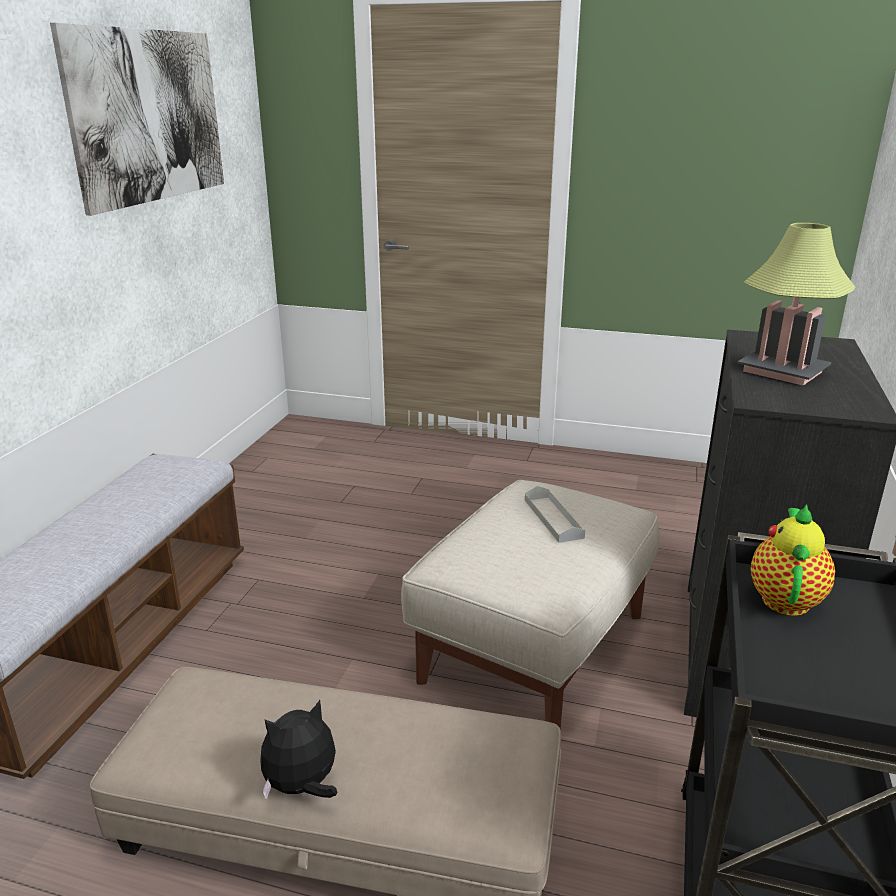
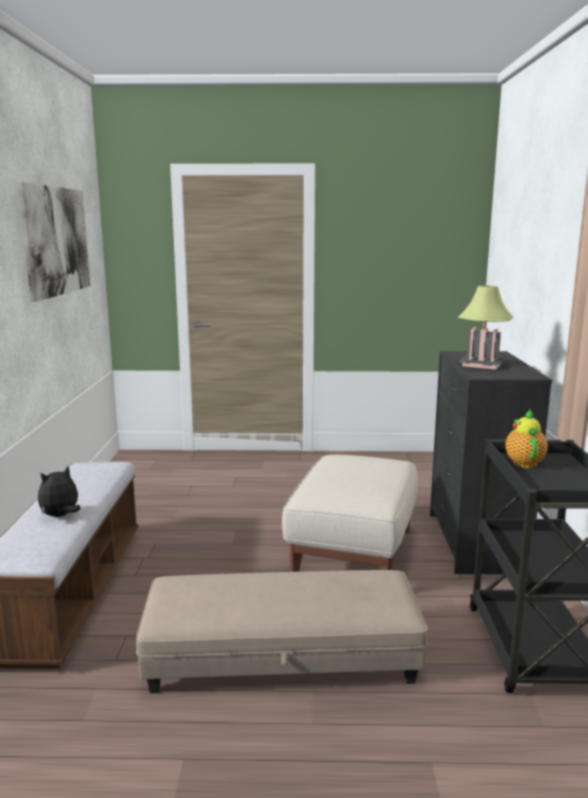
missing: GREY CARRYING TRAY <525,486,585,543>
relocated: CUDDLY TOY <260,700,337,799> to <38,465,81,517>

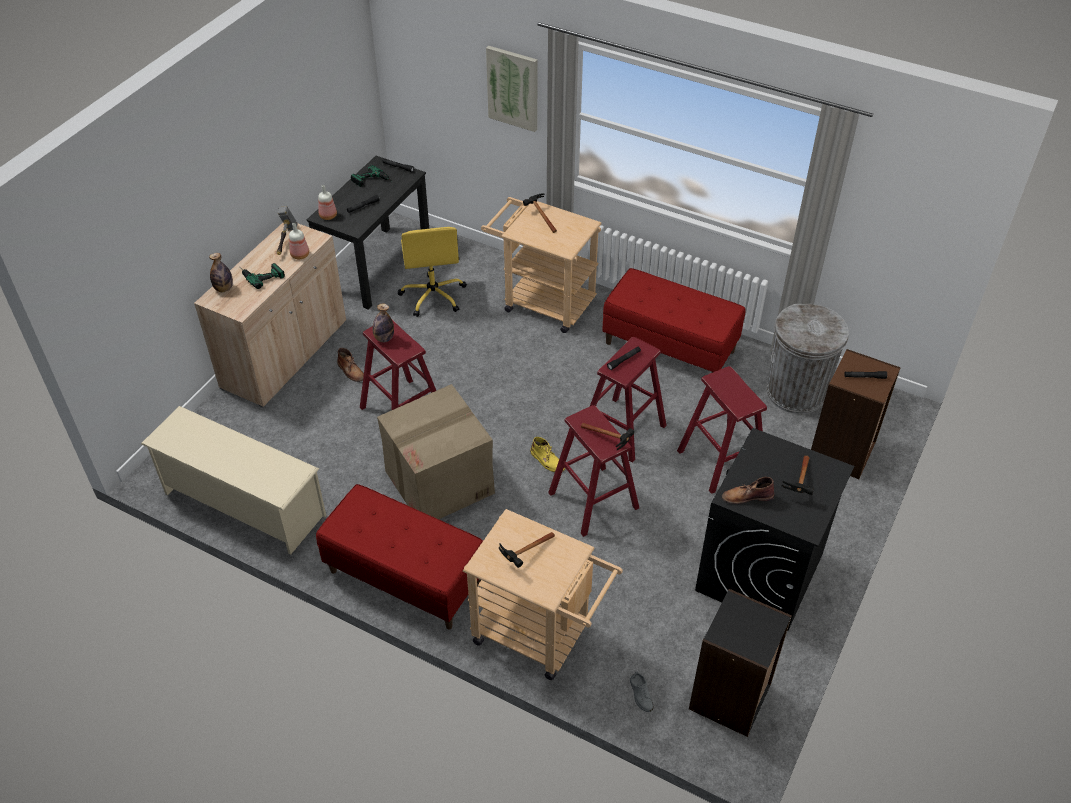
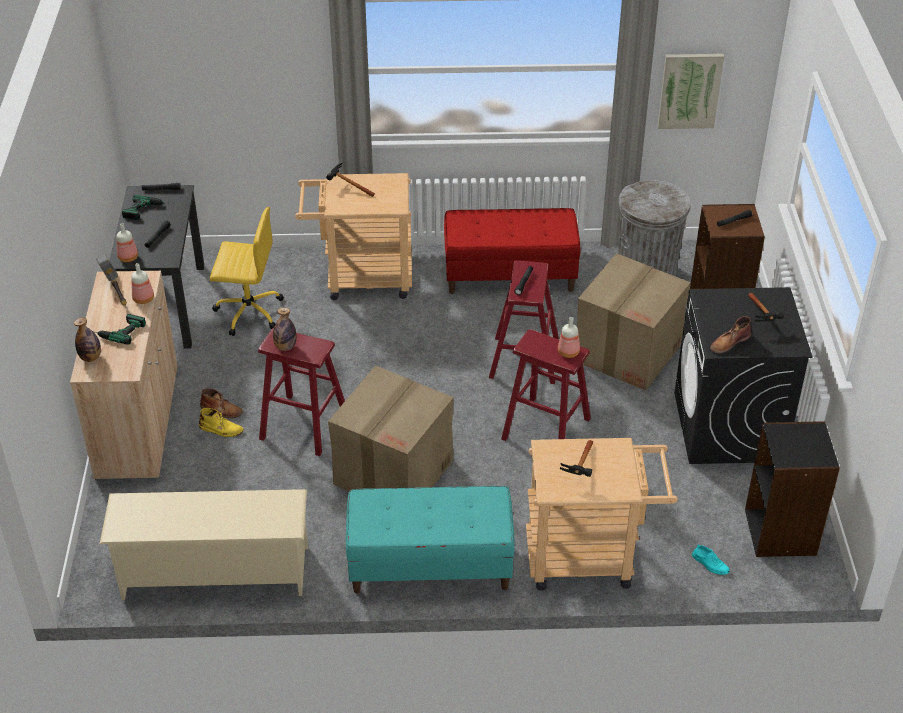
relocated: PICTURE <486,46,537,132> to <658,54,724,129>; YELLOWISH TALL BOOT <530,437,565,472> to <199,408,244,437>
exchanged: TOOL HAMMER <581,423,634,450> to BOTTLE <558,317,580,358>; RED-COLOURED STOOL SEAT <677,366,767,494> to CARDBOARD BOX <577,253,691,391>
colour: RED-COLOURED INDOOR BENCH <316,484,483,630> to TURQUOISE INDOOR BENCH <346,486,514,593>; GREY ITEM OF FOOTWEAR <630,672,653,712> to TURQUOISE ITEM OF FOOTWEAR <692,545,730,575>
spun: YELLOWISH OFFICE CHAIR <397,227,467,317> = <210,207,284,336> 45 degrees counterclockwise

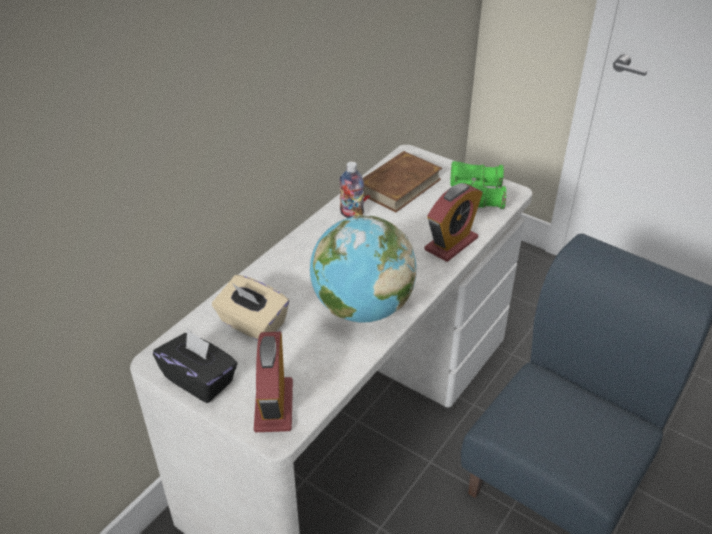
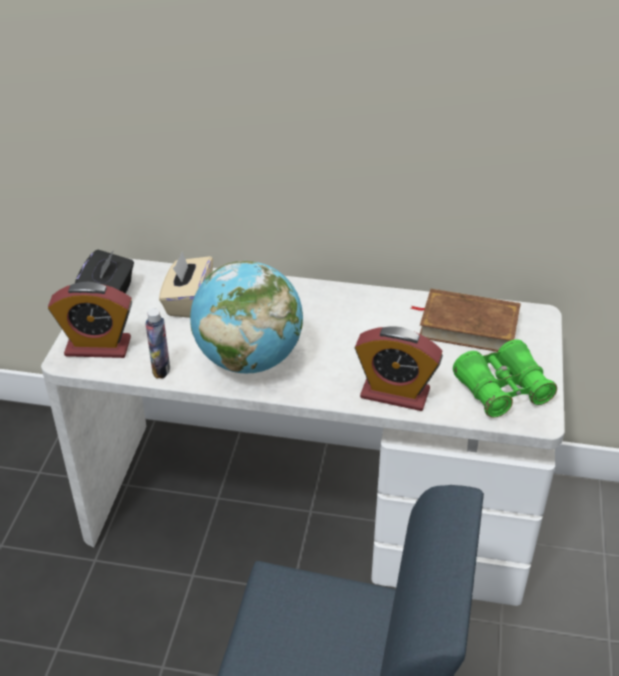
relocated: BOTTLE <339,161,364,218> to <146,308,170,378>
spun: ALARM CLOCK <254,332,293,432> = <48,282,132,358> 150 degrees counterclockwise

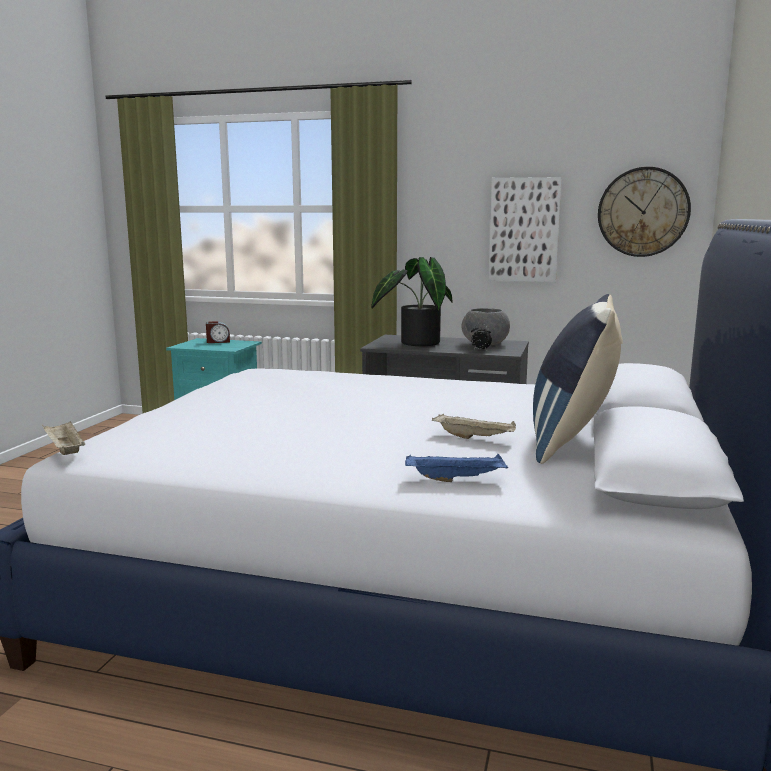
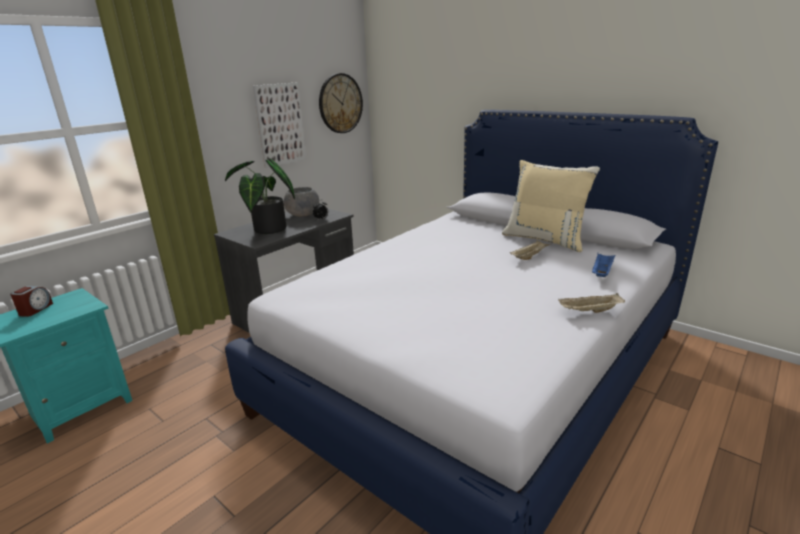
relocated: BEIGE CARRYING TRAY <42,421,85,455> to <558,293,625,313>
colour: BLUE CUSHION <533,294,623,464> to BEIGE CUSHION <502,160,600,252>

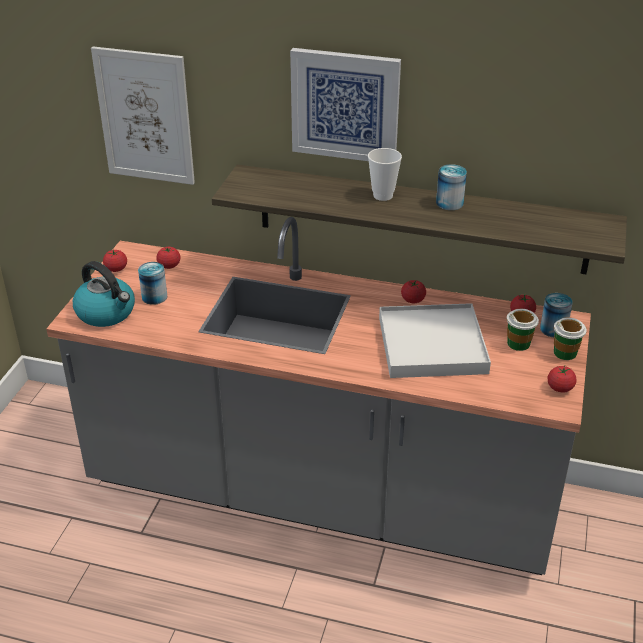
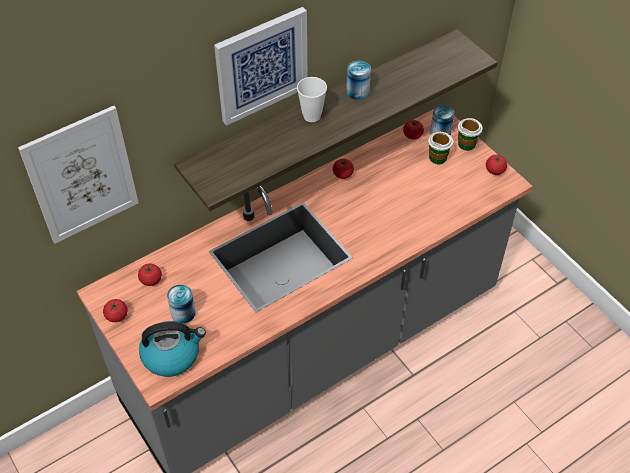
missing: WHITE-COLOURED CARRYING TRAY <379,303,491,378>

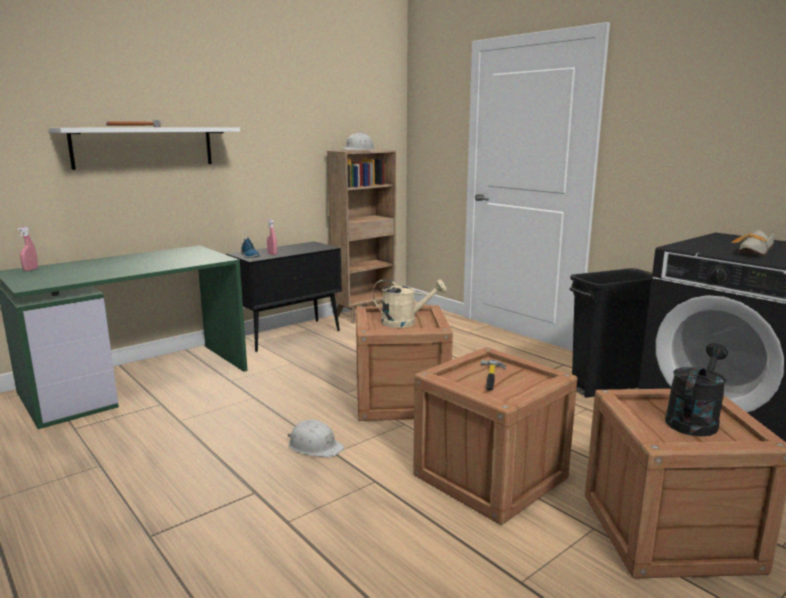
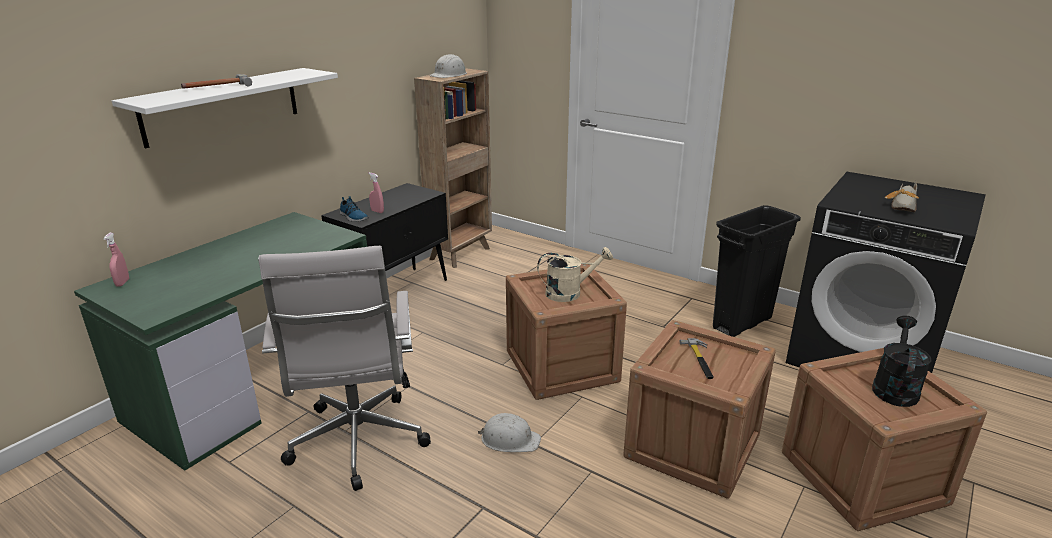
appeared: WHITE-COLOURED OFFICE CHAIR <258,246,431,491>

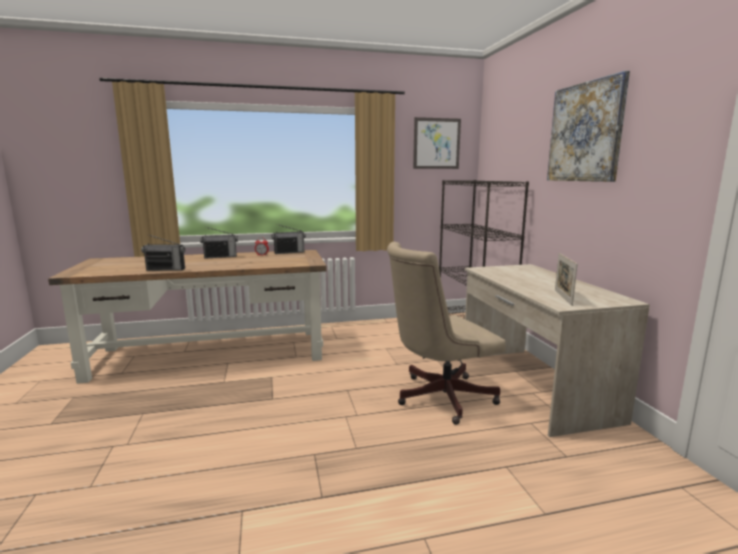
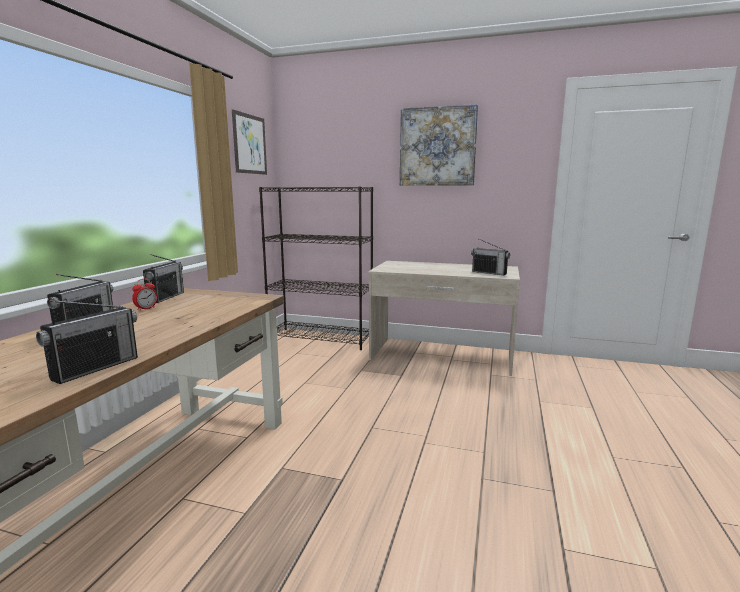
missing: BEIGE OFFICE CHAIR <387,242,506,425>
exchanged: PICTURE FRAME <555,253,578,306> to RADIO RECEIVER <471,239,510,275>

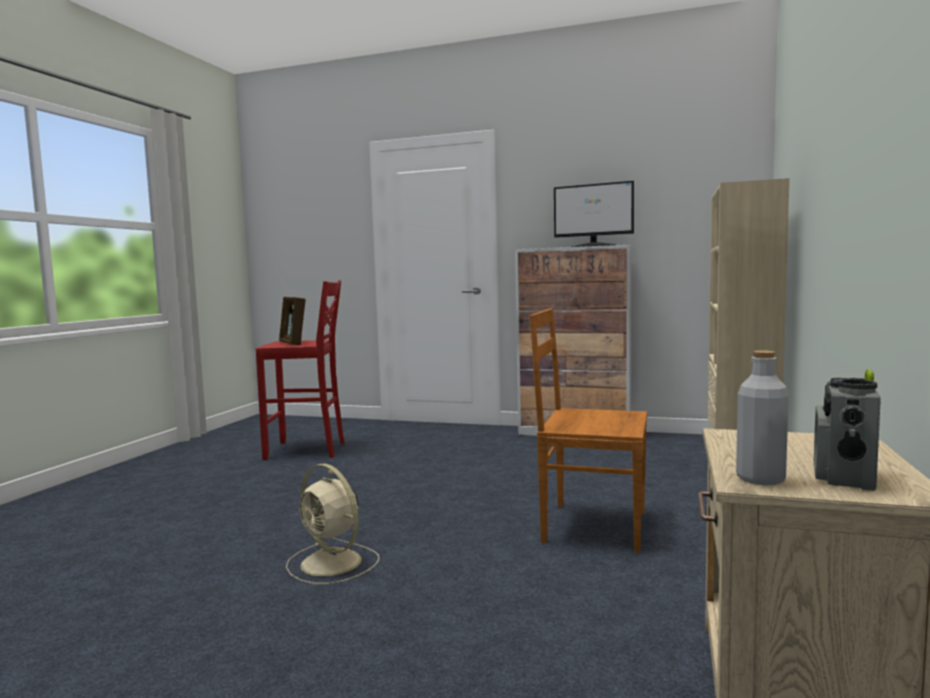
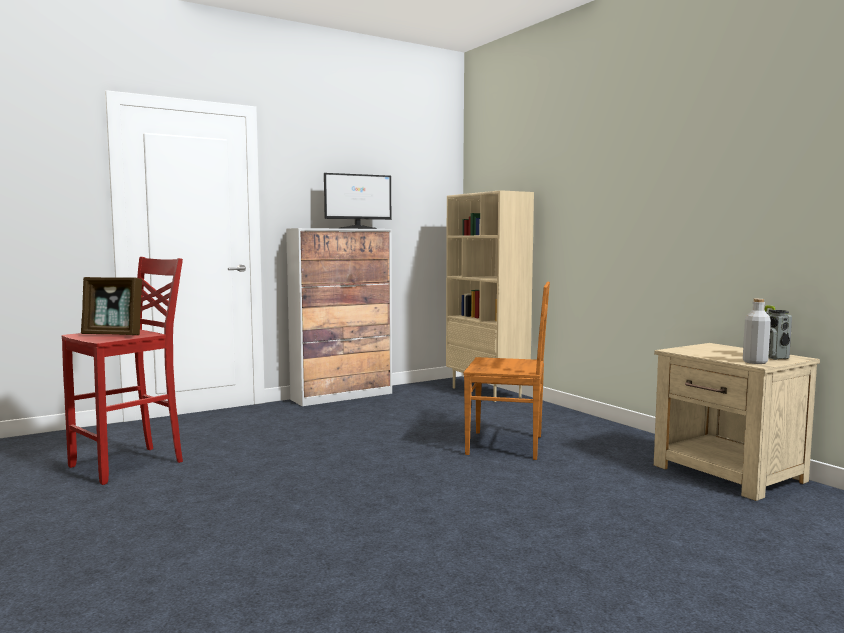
missing: BEIGE ELECTRIC FAN <286,464,379,584>
spun: BROWNISH UPRIGHT CHAIR <530,308,647,553> = <463,282,550,460> 135 degrees counterclockwise

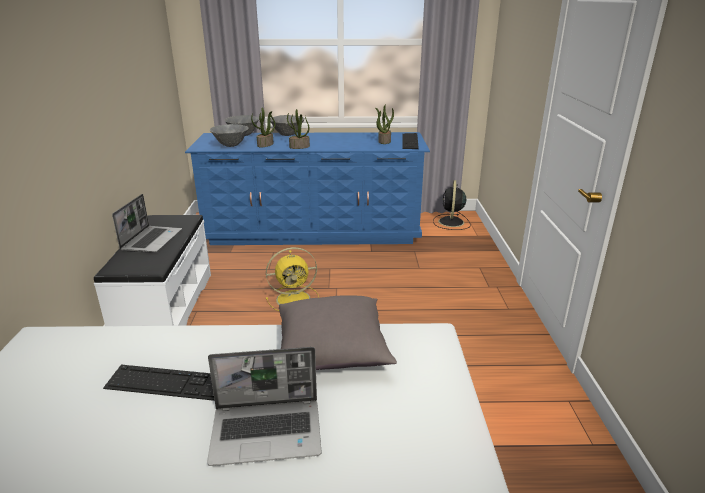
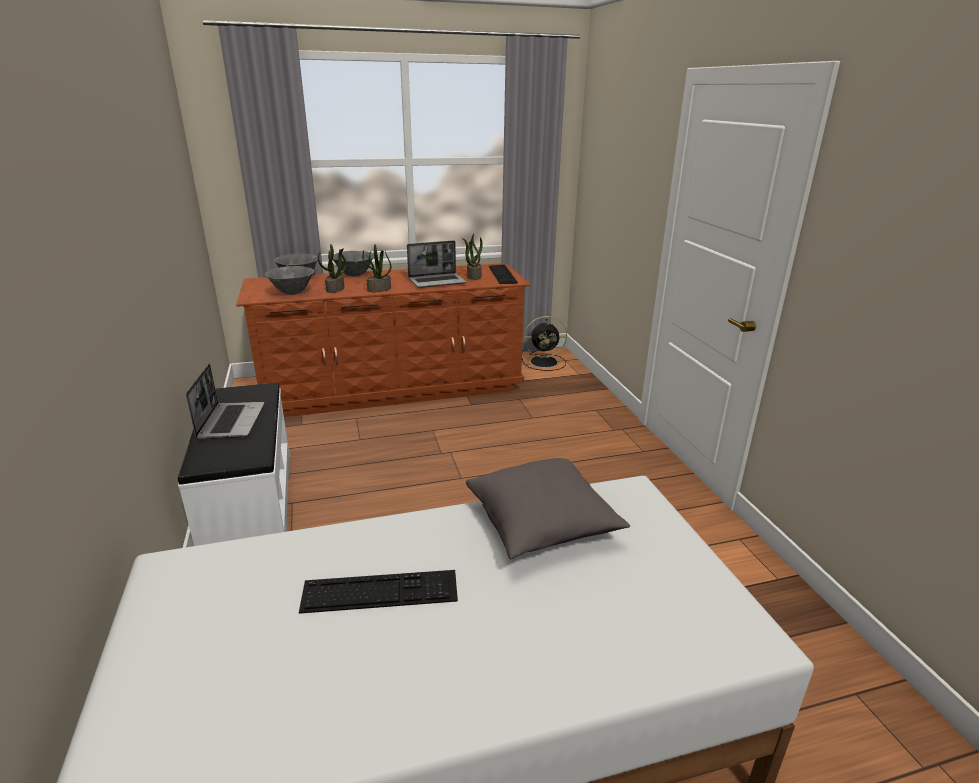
missing: YELLOWISH ELECTRIC FAN <266,247,319,311>
relocated: PORTABLE COMPUTER <207,347,322,466> to <407,240,467,288>
colour: BLUE DRESSER <185,132,430,245> to BROWNISH DRESSER <236,263,531,417>
spun: BLACK-COLOURED ELECTRIC FAN <433,180,471,230> = <522,316,567,371> 90 degrees counterclockwise

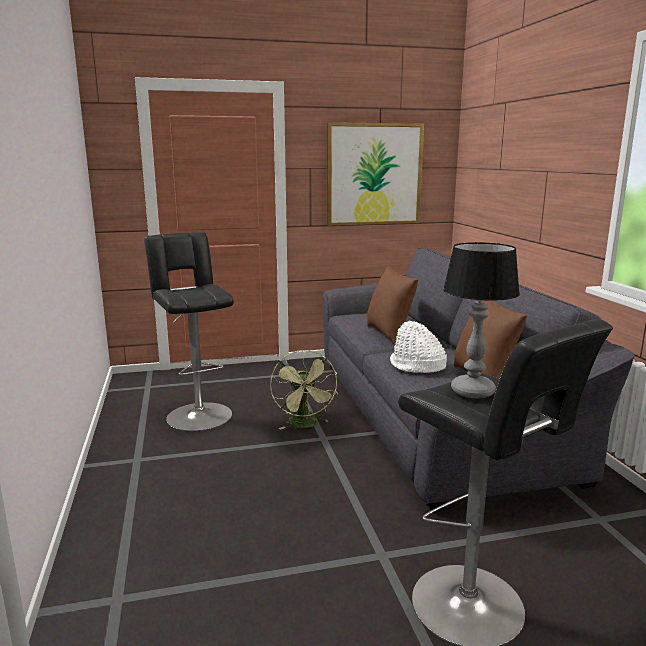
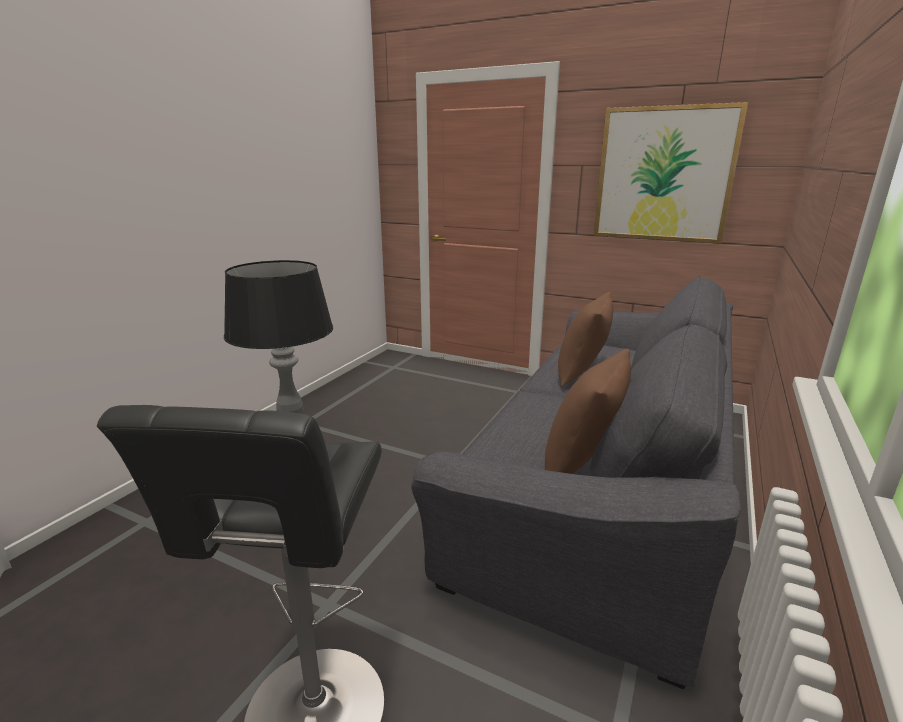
missing: BLACK-COLOURED STOOL SEAT <144,232,234,431>; GREEN ELECTRIC FAN <270,350,337,429>; WHITE-COLOURED WEARABLE HAT <390,321,447,373>

